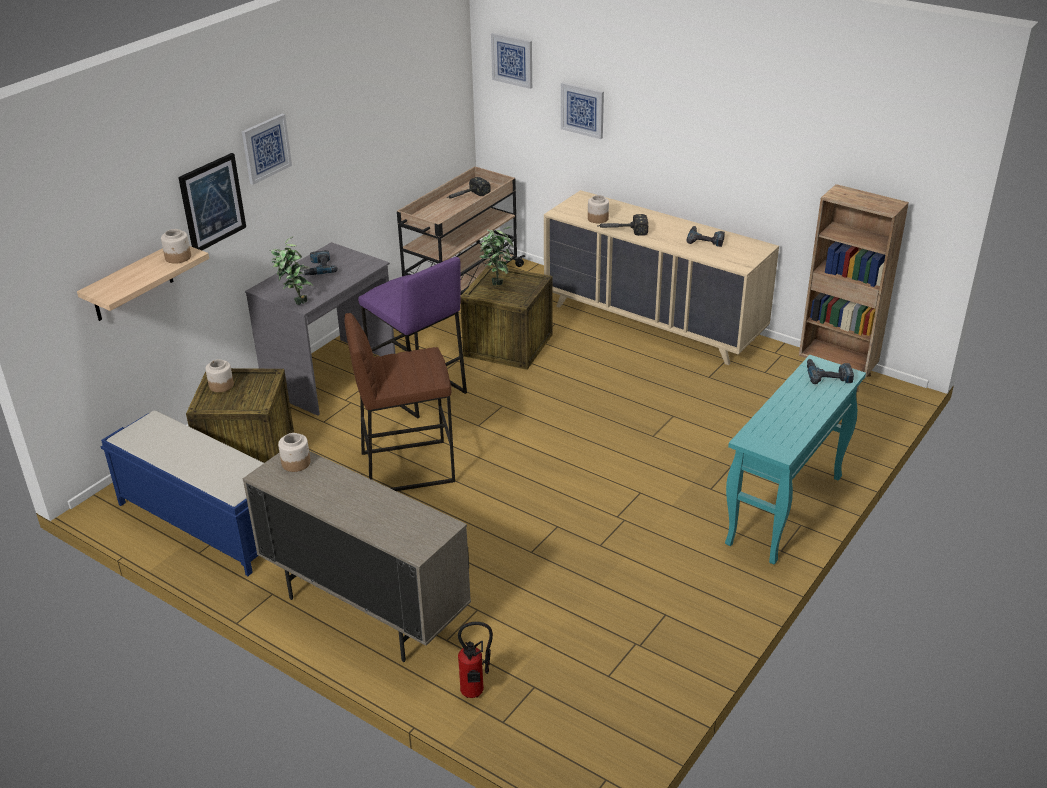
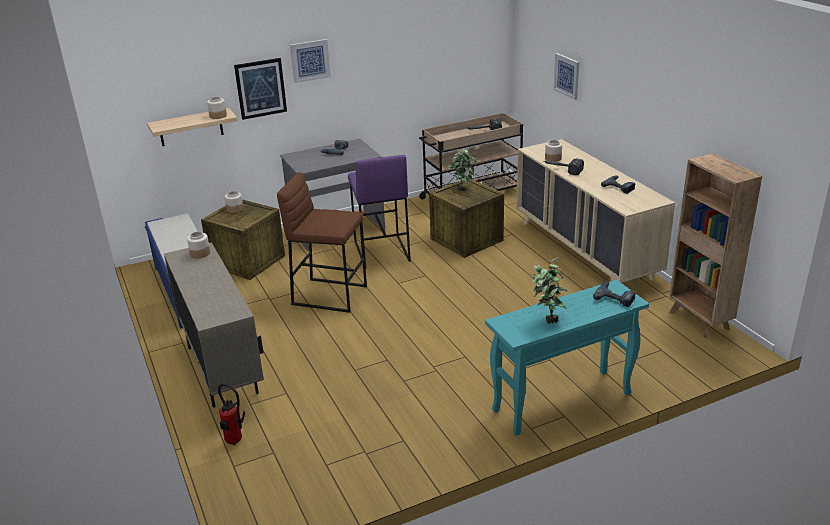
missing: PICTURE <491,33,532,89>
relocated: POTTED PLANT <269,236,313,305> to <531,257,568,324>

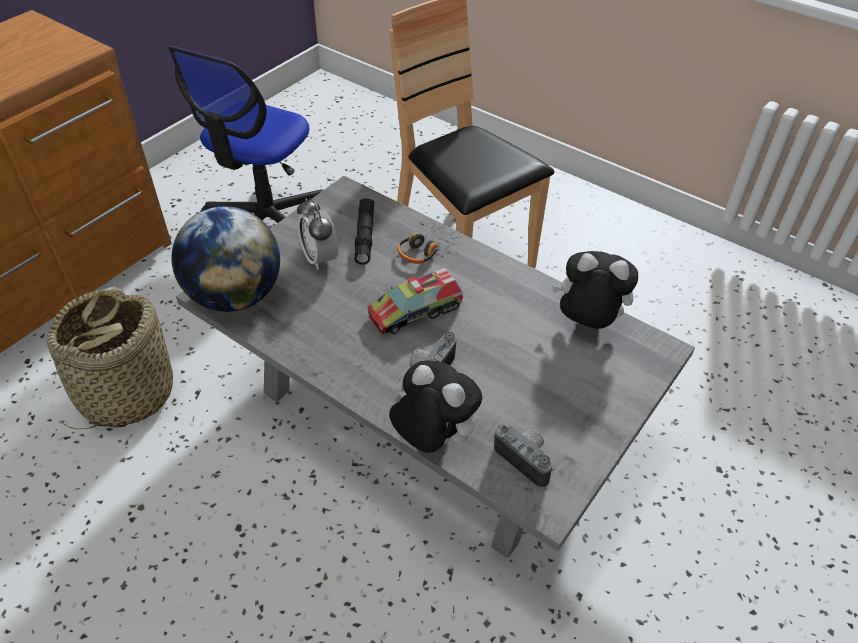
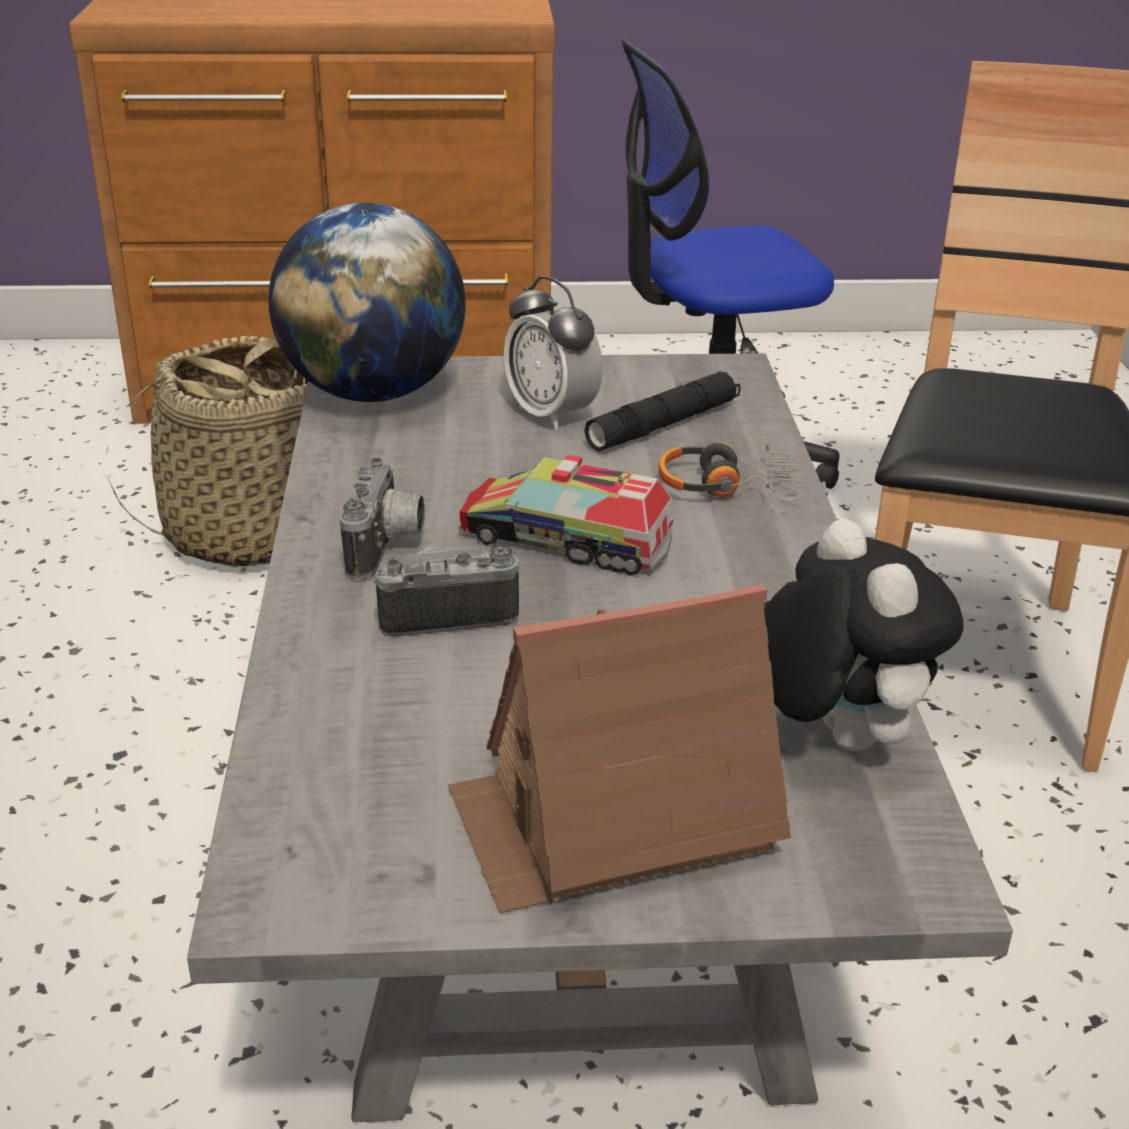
missing: CUDDLY TOY <389,360,482,453>
appeared: MODEL HOUSE <448,584,791,913>
relocated: PHOTO CAMERA <494,424,554,488> to <340,458,425,580>
spun: ALARM CLOCK <297,198,338,270> = <504,276,603,430> 60 degrees counterclockwise

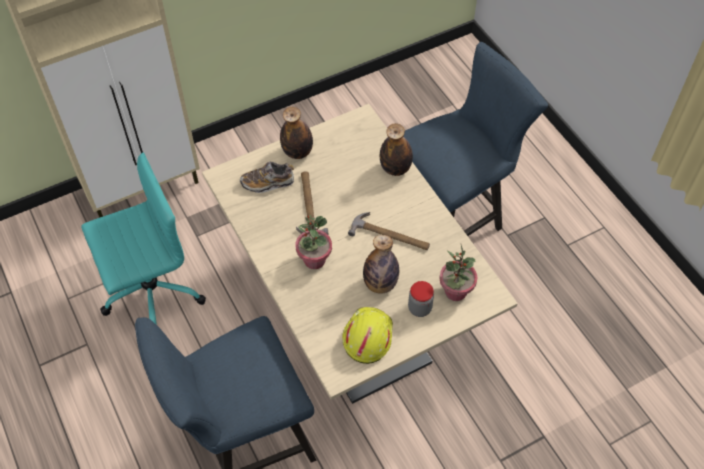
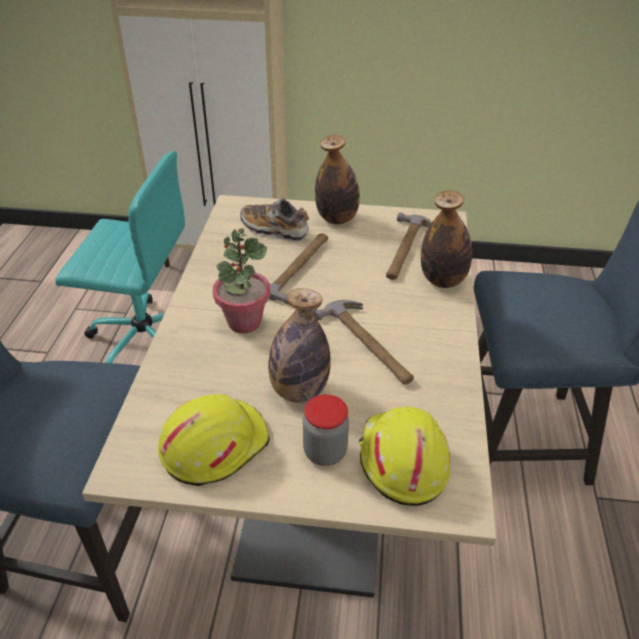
appeared: TOOL HAMMER <386,212,432,280>
exchanged: POTTED PLANT <439,244,478,301> to YELLOWISH WORK HELMET <359,406,450,506>

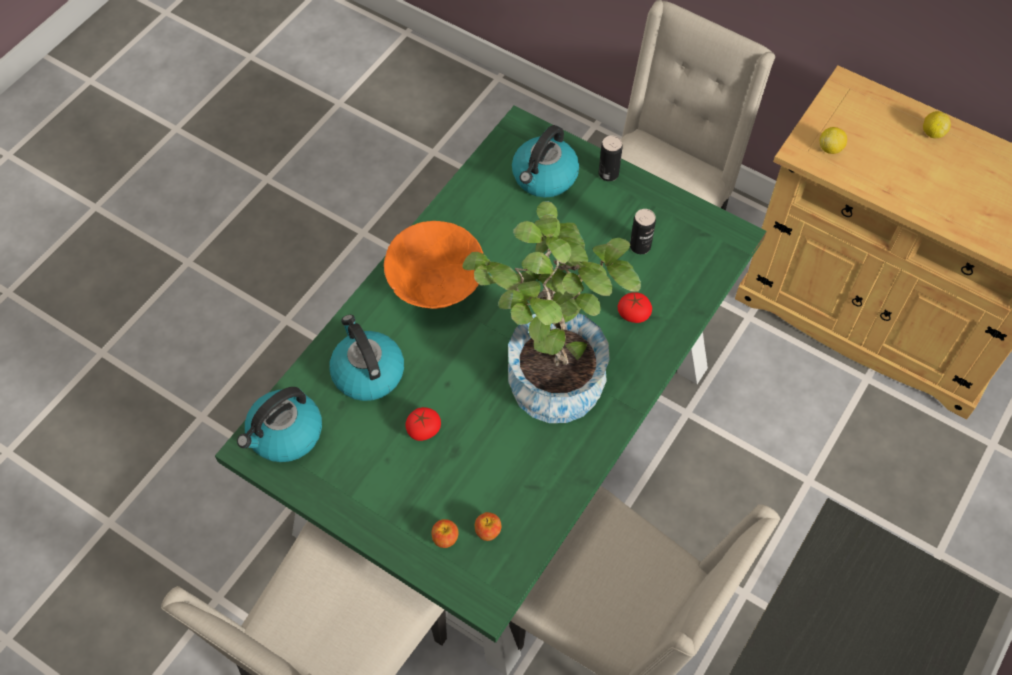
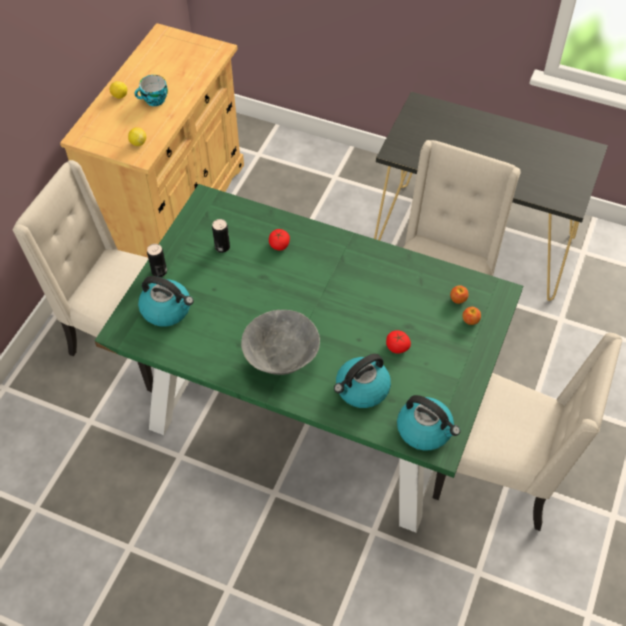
missing: POTTED PLANT <462,201,641,423>
appeared: DRINKING CUP <135,75,168,106>
colour: ORANGE BOWL <384,221,483,309> to GREY BOWL <241,310,320,375>

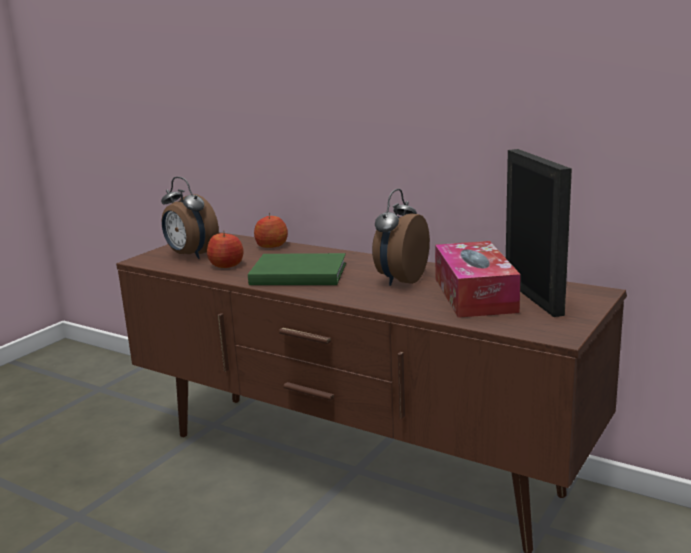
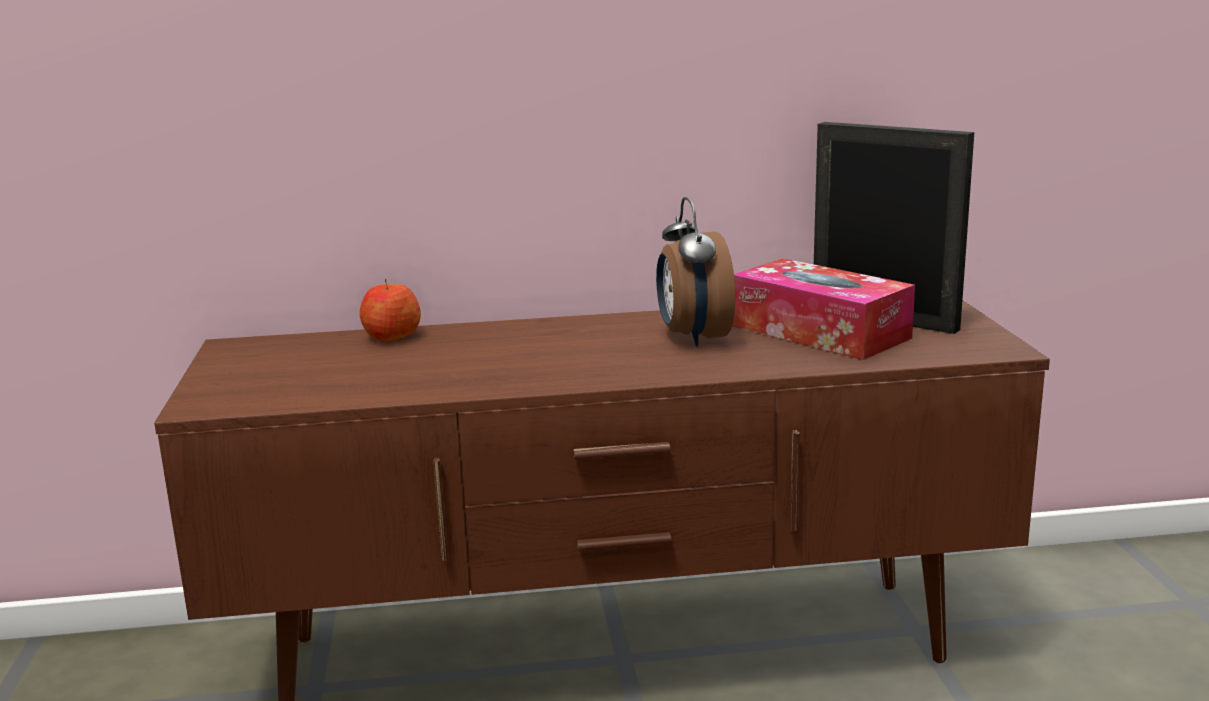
missing: ALARM CLOCK <161,177,219,259>; APPLE FRUIT <207,233,244,268>; GREEN BOOK <248,253,346,285>

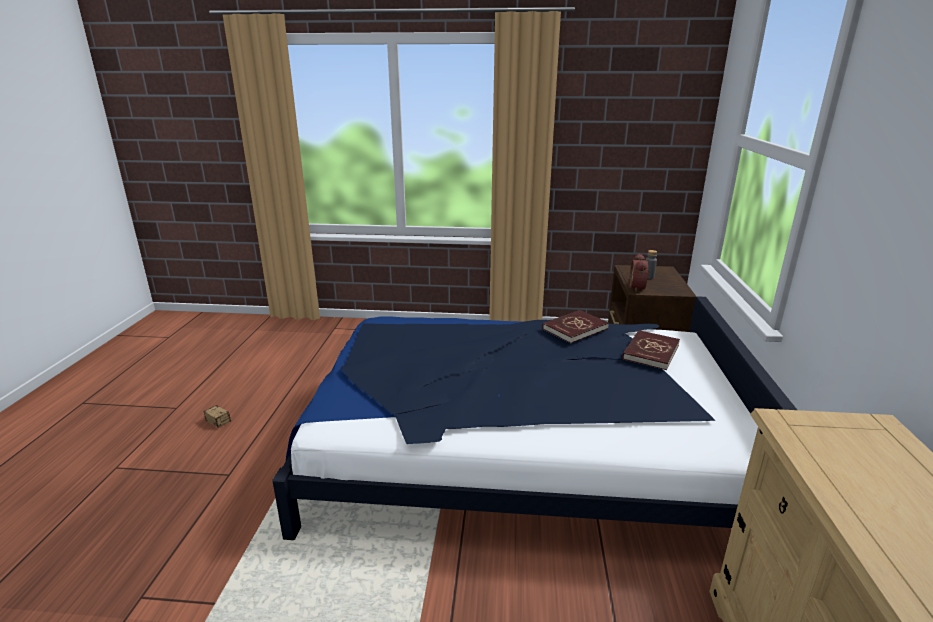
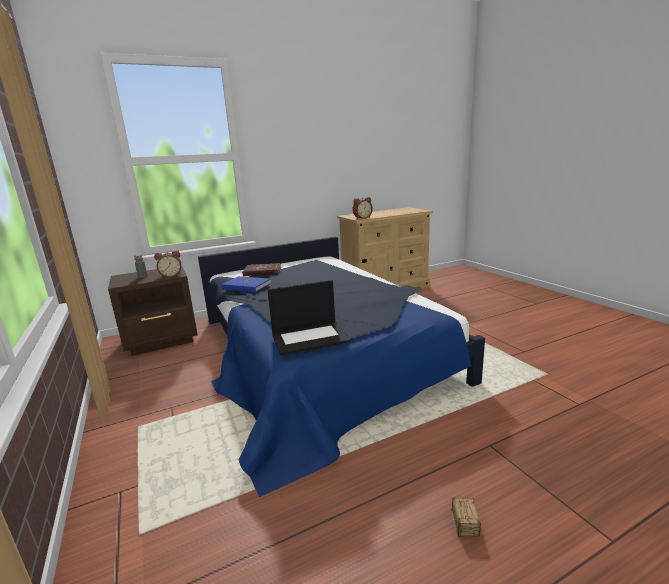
appeared: PORTABLE COMPUTER <267,280,351,355>; ALARM CLOCK <353,197,373,219>
colour: RED-COLOURED BOOK <542,310,609,343> to BLUE BOOK <221,276,271,292>

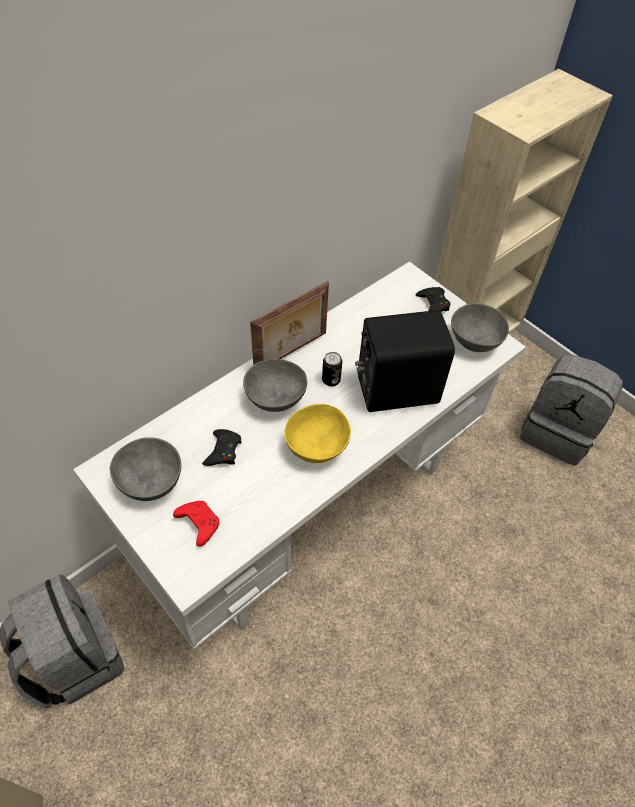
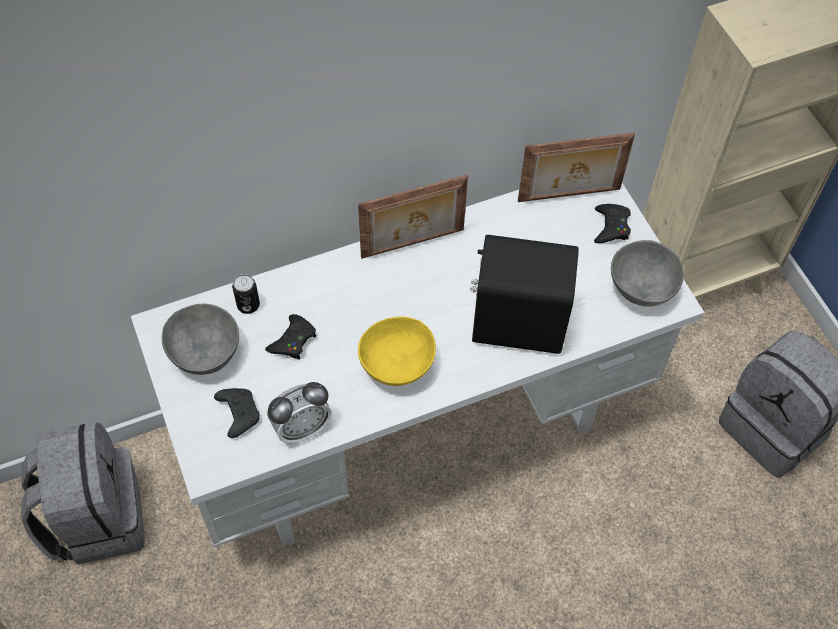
missing: GREY BOWL <243,359,308,412>
appeared: ALARM CLOCK <267,382,332,444>; PICTURE FRAME <518,133,635,202>
relocated: SEALED CAN <322,352,342,386> to <232,274,260,314>
colour: RED-COLOURED GAME CONTROLLER <173,501,220,547> to BLACK-COLOURED GAME CONTROLLER <214,388,260,438>

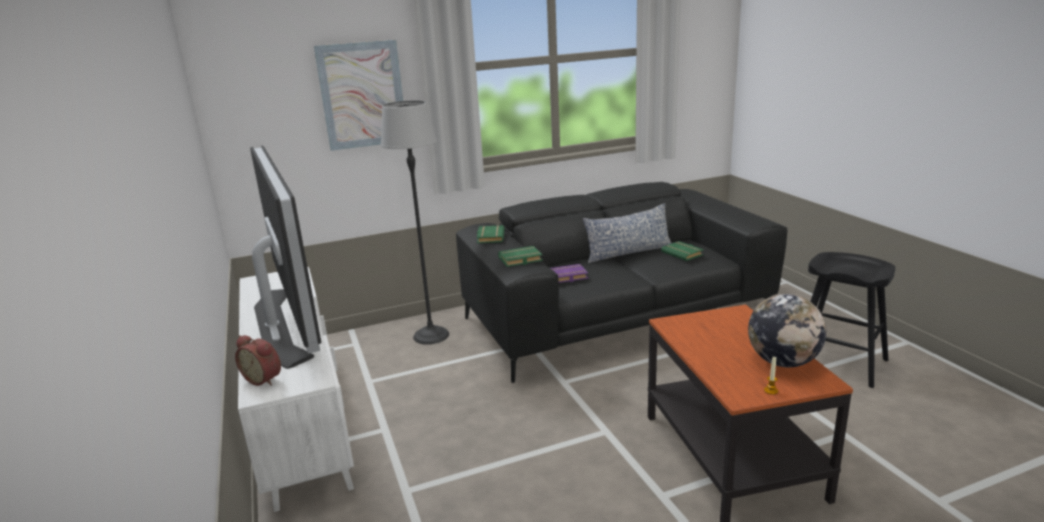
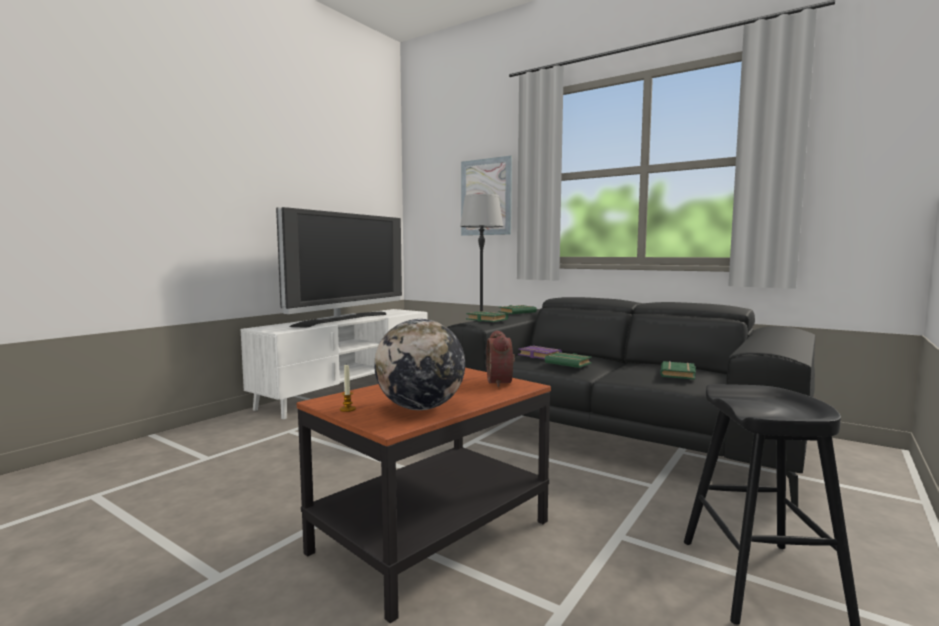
missing: CUSHION <583,203,672,263>
appeared: GREEN BOOK <545,352,592,368>
relocated: ALARM CLOCK <235,335,281,386> to <486,330,515,387>

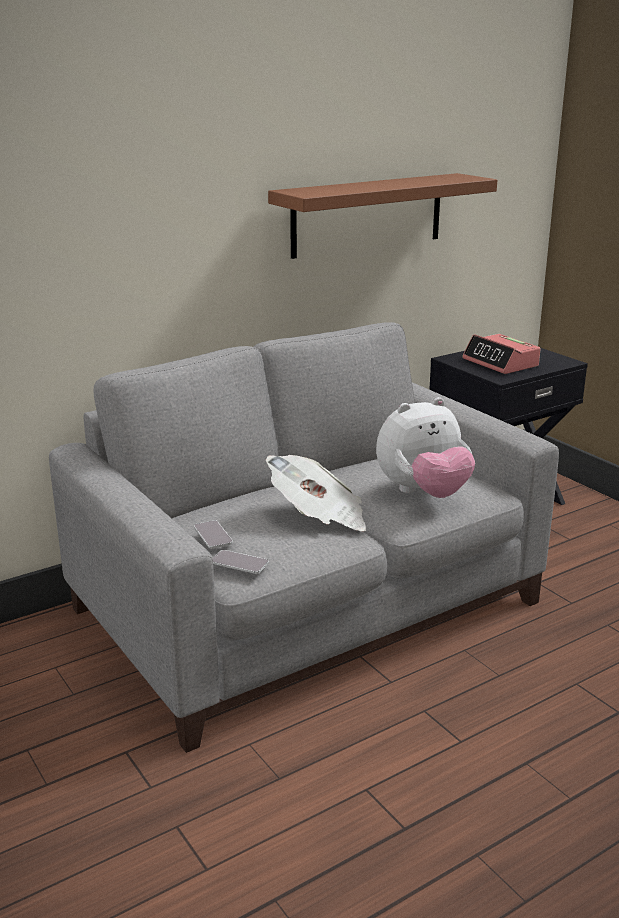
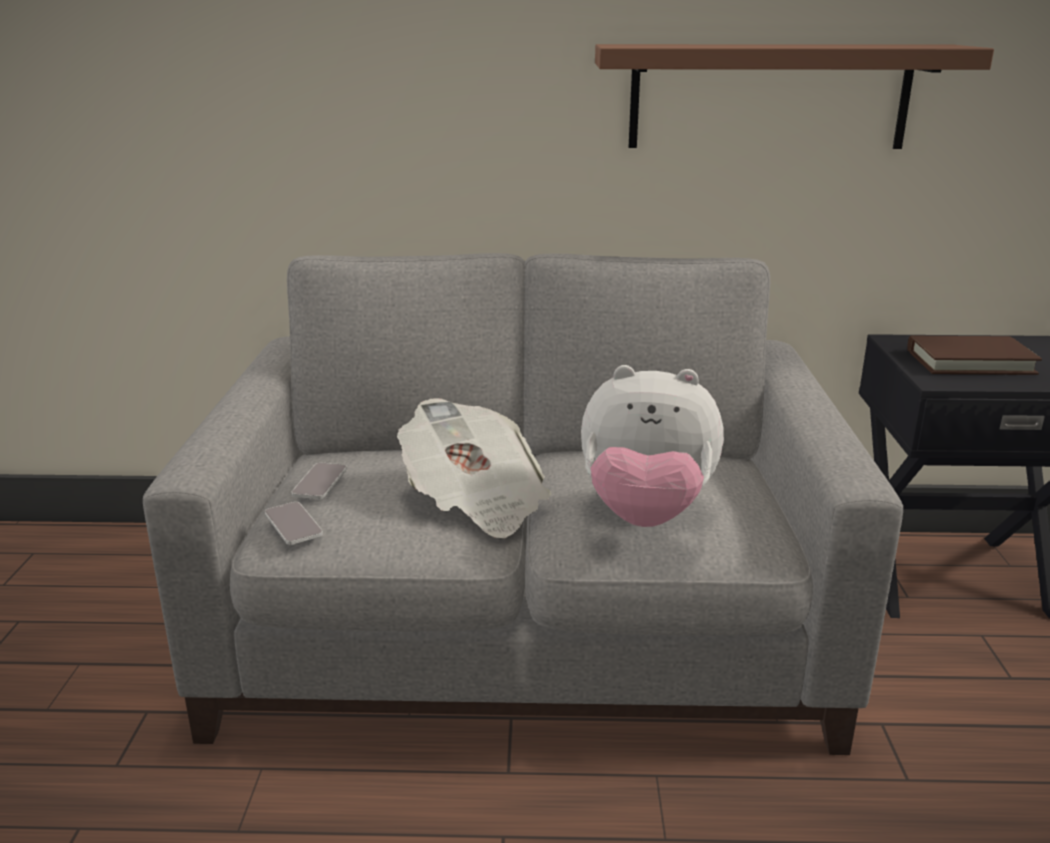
exchanged: ALARM CLOCK <462,334,541,374> to BROWNISH BOOK <907,336,1042,375>

